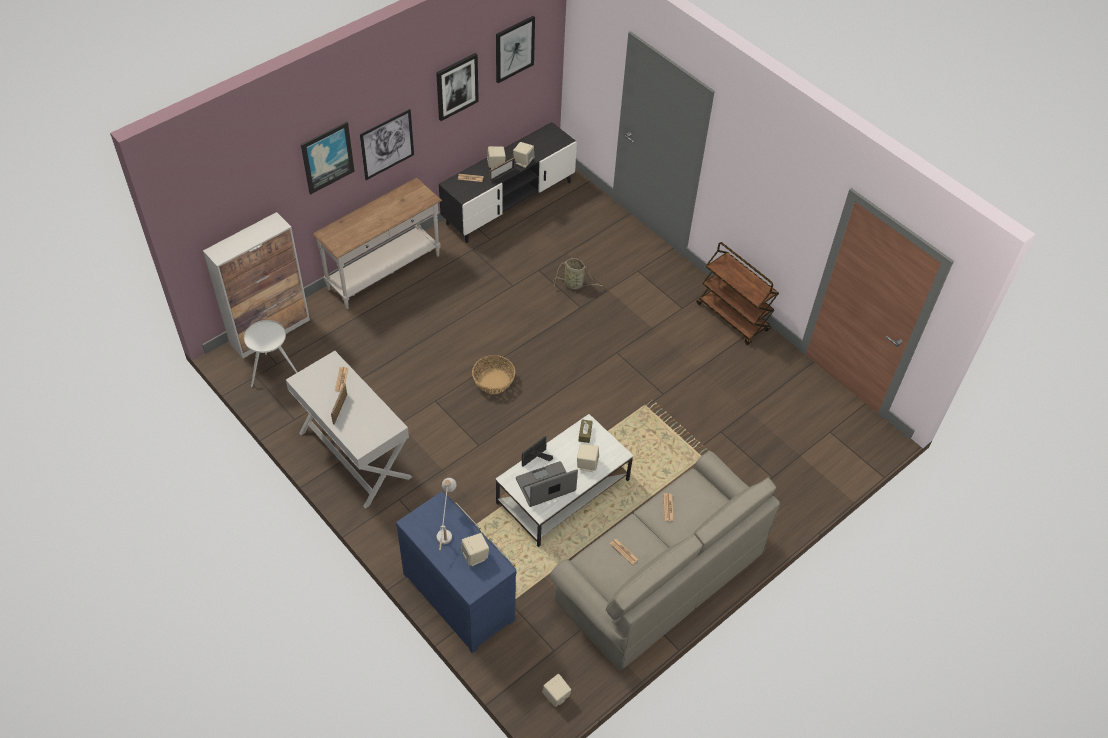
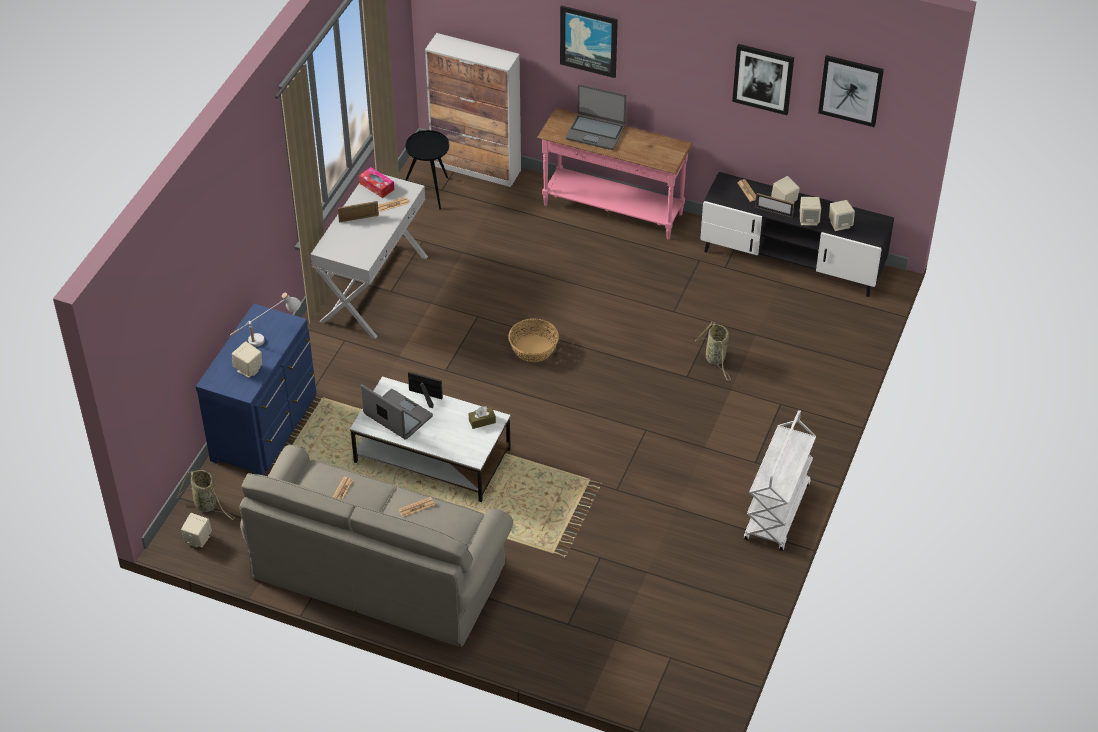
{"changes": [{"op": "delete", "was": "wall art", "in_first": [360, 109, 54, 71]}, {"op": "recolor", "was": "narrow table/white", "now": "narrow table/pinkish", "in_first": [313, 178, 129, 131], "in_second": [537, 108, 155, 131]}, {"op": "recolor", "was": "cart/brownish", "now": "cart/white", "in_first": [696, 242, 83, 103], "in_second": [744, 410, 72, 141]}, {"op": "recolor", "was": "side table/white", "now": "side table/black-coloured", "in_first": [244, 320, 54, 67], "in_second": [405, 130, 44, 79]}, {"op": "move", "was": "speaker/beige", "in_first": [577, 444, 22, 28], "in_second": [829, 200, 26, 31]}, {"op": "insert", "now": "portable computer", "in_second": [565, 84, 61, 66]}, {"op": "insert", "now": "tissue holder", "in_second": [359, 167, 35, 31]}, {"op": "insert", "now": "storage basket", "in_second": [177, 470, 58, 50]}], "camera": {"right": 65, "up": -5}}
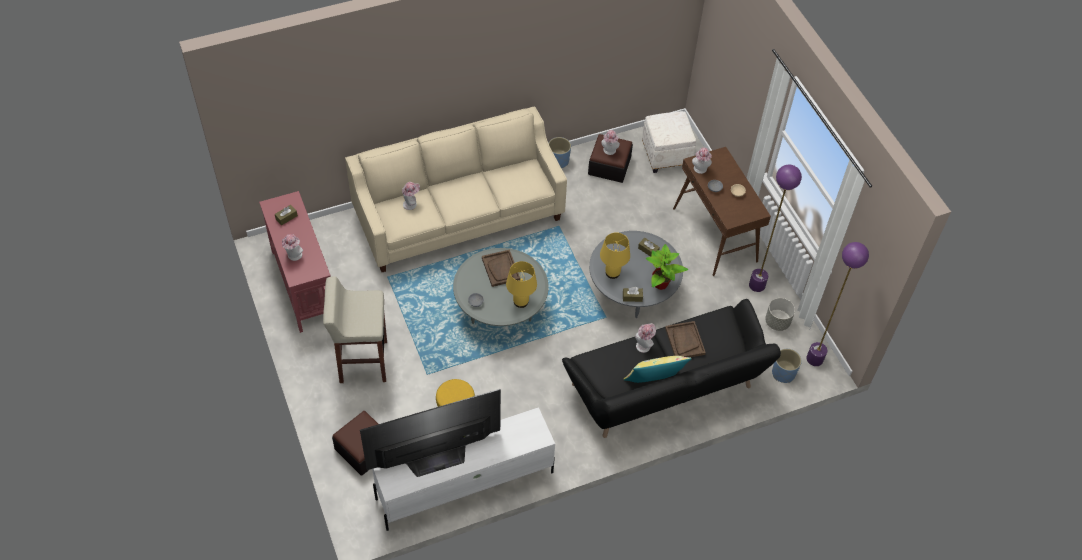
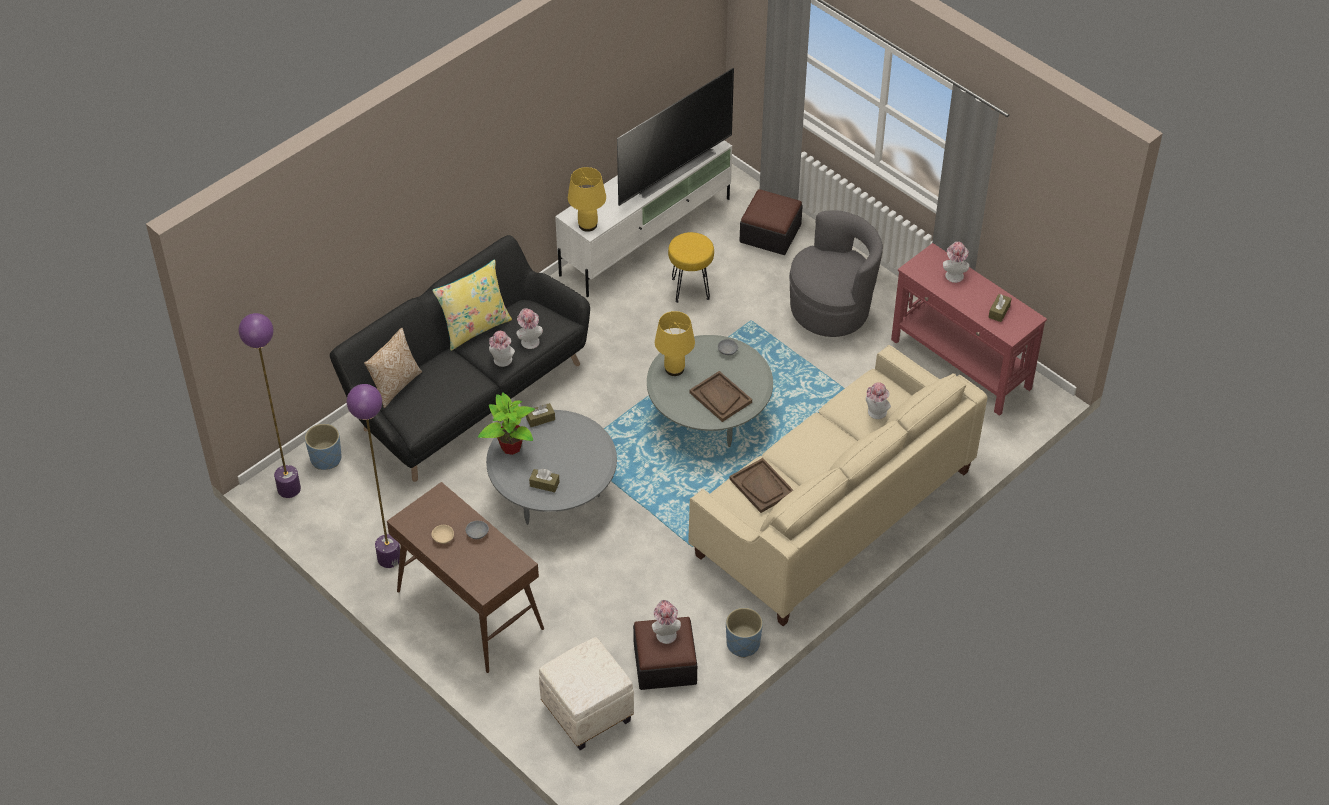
{"changes": [{"op": "move", "was": "clothing hat", "in_first": [692, 148, 20, 26], "in_second": [516, 308, 27, 41]}, {"op": "move", "was": "table lamp/yellow", "in_first": [600, 232, 30, 47], "in_second": [568, 167, 38, 65]}, {"op": "replace", "was": "sitting stool/beige", "now": "armchair/grey", "in_first": [323, 276, 64, 107], "in_second": [789, 210, 94, 127]}, {"op": "delete", "was": "planter/grey", "in_first": [765, 298, 30, 33]}, {"op": "move", "was": "tray/brownish", "in_first": [665, 321, 41, 36], "in_second": [729, 458, 64, 55]}, {"op": "insert", "now": "pillow", "in_second": [364, 328, 58, 80]}], "camera": {"right": 160, "up": -5}}
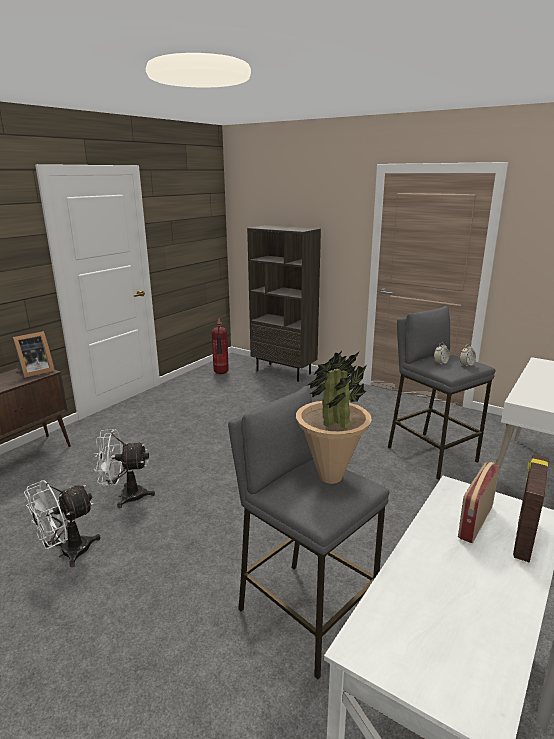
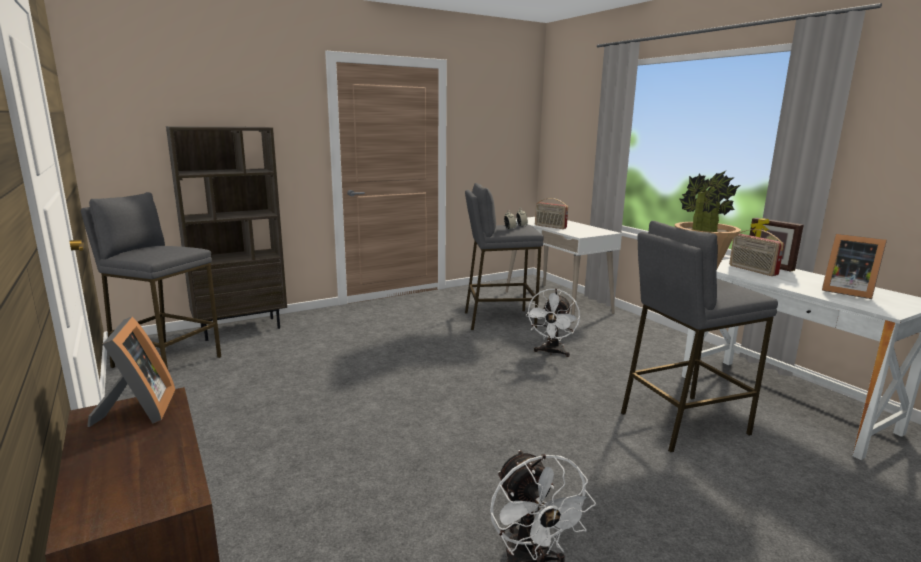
{"changes": [{"op": "replace", "was": "fire-fighting cylinder", "now": "sitting stool/grey", "in_first": [212, 318, 17, 56], "in_second": [81, 192, 140, 177]}, {"op": "move", "was": "cooling fan/white", "in_first": [94, 429, 61, 79], "in_second": [526, 288, 54, 69]}, {"op": "insert", "now": "radio", "in_second": [535, 198, 33, 31]}, {"op": "insert", "now": "standing frame", "in_second": [822, 234, 65, 65]}], "camera": {"right": -65, "up": -5}}
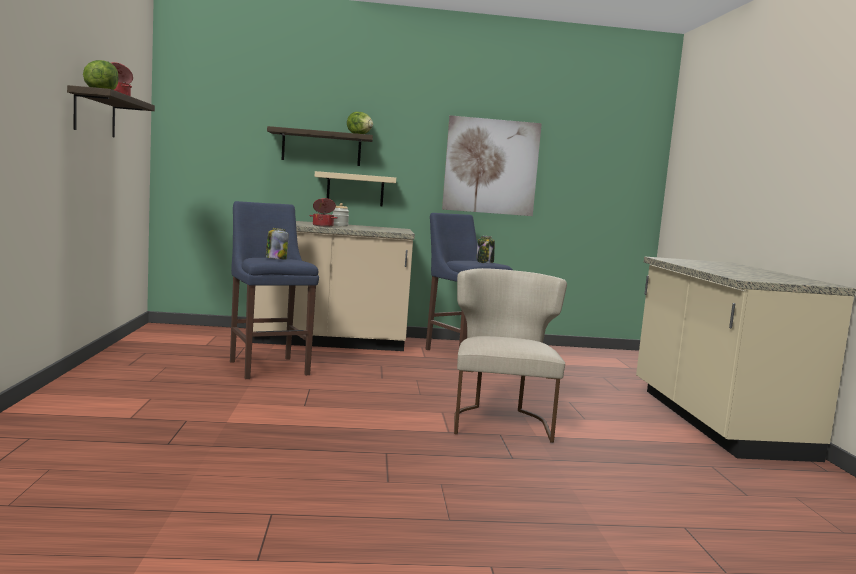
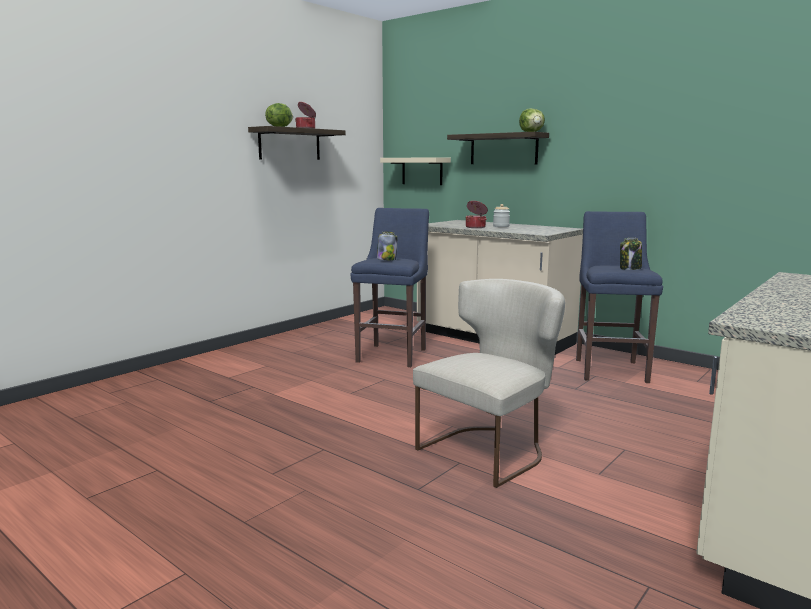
{"changes": [{"op": "delete", "was": "wall art", "in_first": [442, 115, 100, 101]}, {"op": "move", "was": "wall shelf/beige", "in_first": [315, 171, 81, 35], "in_second": [380, 157, 71, 28]}], "camera": {"right": 45, "up": 5}}
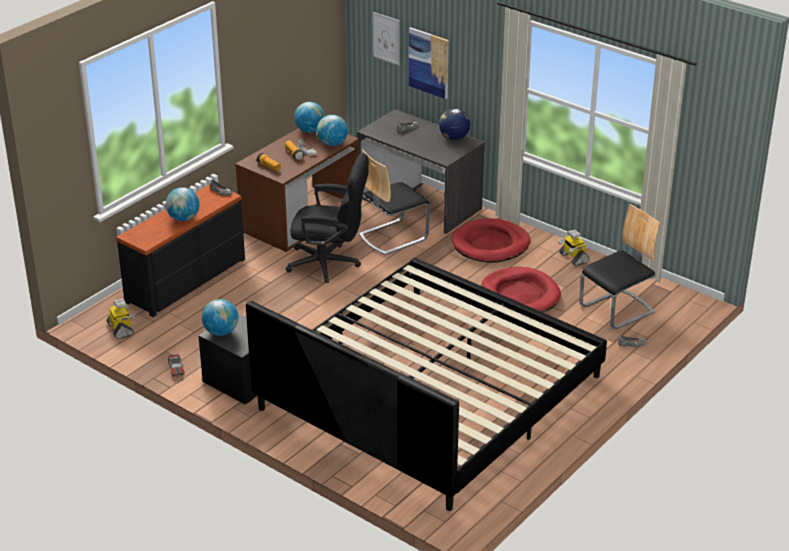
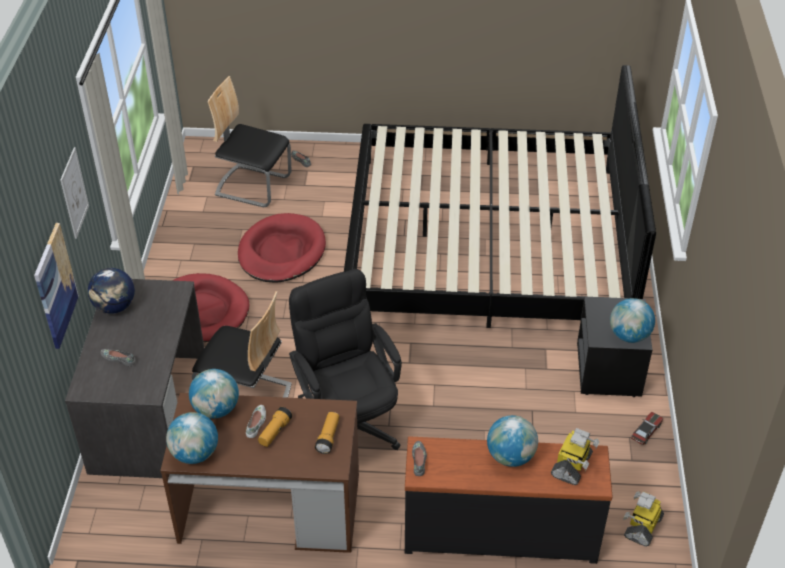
{"changes": [{"op": "move", "was": "wall art", "in_first": [373, 12, 27, 53], "in_second": [60, 147, 29, 92]}, {"op": "move", "was": "model robot", "in_first": [558, 230, 32, 36], "in_second": [551, 428, 49, 57]}], "camera": {"right": -125, "up": 10}}
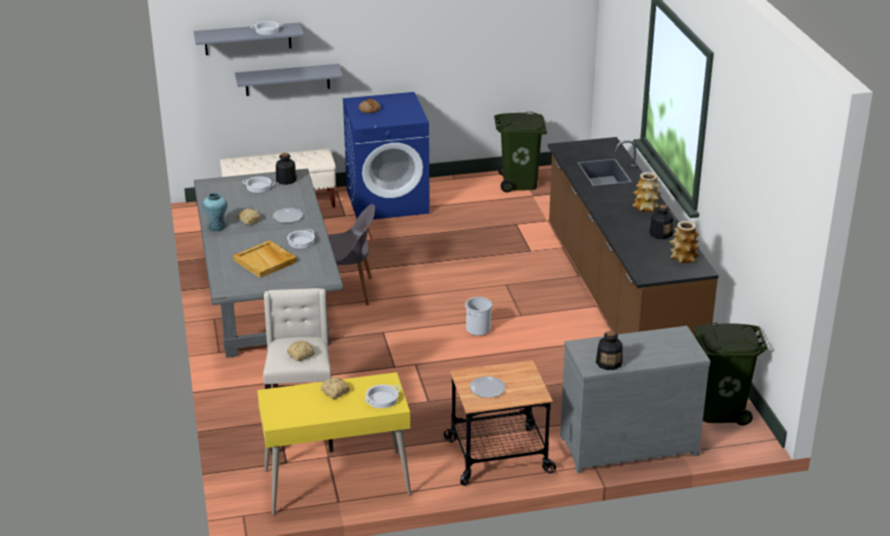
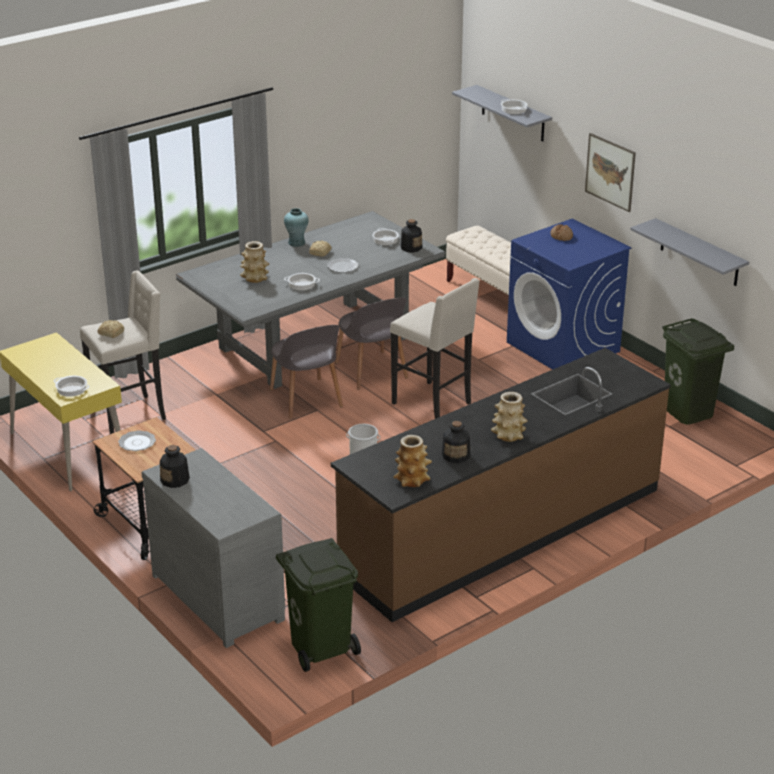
{"changes": [{"op": "move", "was": "wall shelf/grey", "in_first": [235, 64, 108, 32], "in_second": [630, 218, 119, 68]}, {"op": "replace", "was": "tray/beige", "now": "flower vase", "in_first": [233, 240, 64, 38], "in_second": [240, 241, 29, 42]}, {"op": "delete", "was": "baked bread", "in_first": [321, 377, 29, 22]}, {"op": "insert", "now": "wall art", "in_second": [585, 133, 51, 79]}, {"op": "insert", "now": "sitting stool/beige", "in_second": [390, 278, 90, 141]}, {"op": "insert", "now": "upright chair/grey", "in_second": [270, 325, 73, 94]}], "camera": {"right": 65, "up": 0}}
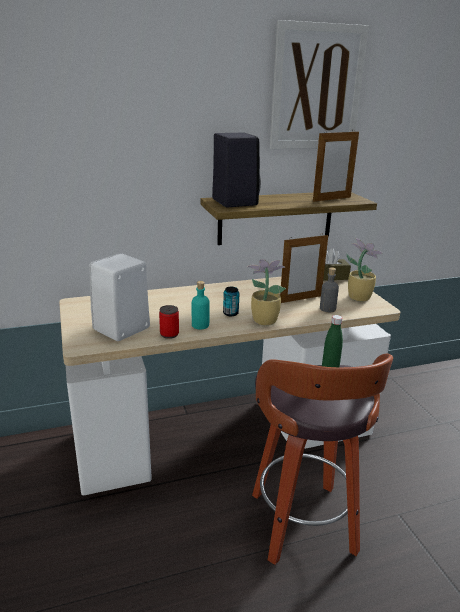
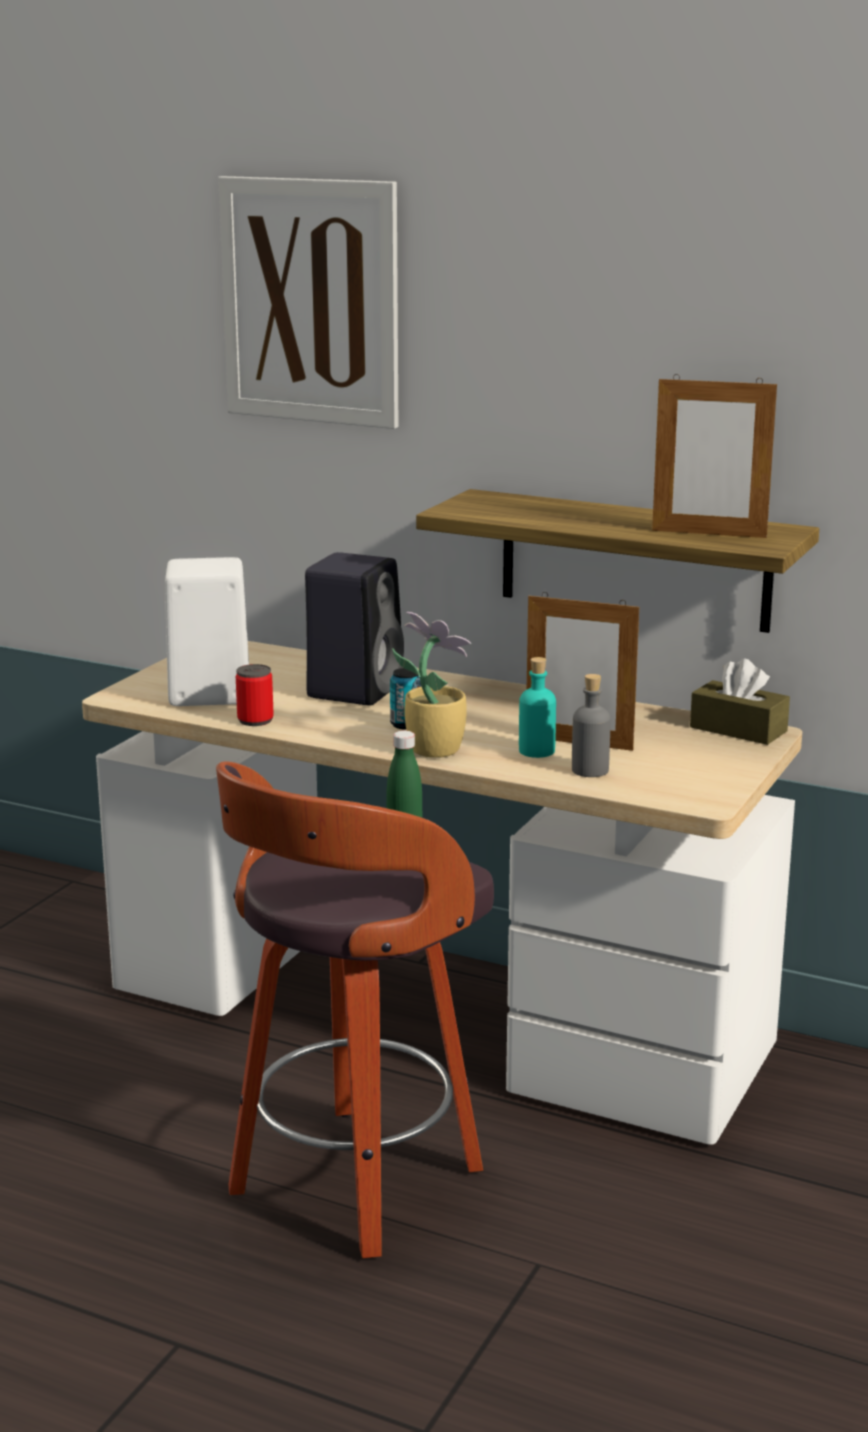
{"changes": [{"op": "move", "was": "wall art", "in_first": [270, 20, 99, 129], "in_second": [218, 176, 180, 253]}, {"op": "move", "was": "speaker/black-coloured", "in_first": [212, 133, 49, 74], "in_second": [305, 552, 99, 154]}, {"op": "delete", "was": "plant in a pot", "in_first": [346, 238, 37, 63]}, {"op": "move", "was": "beverage bottle/blue-green", "in_first": [192, 281, 18, 48], "in_second": [519, 657, 37, 101]}], "camera": {"right": 45, "up": -5}}
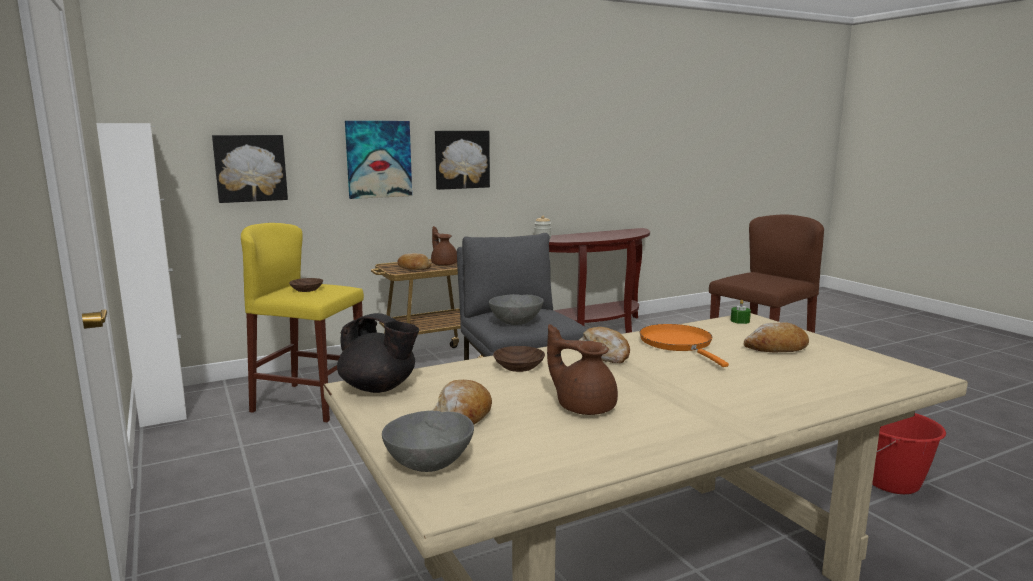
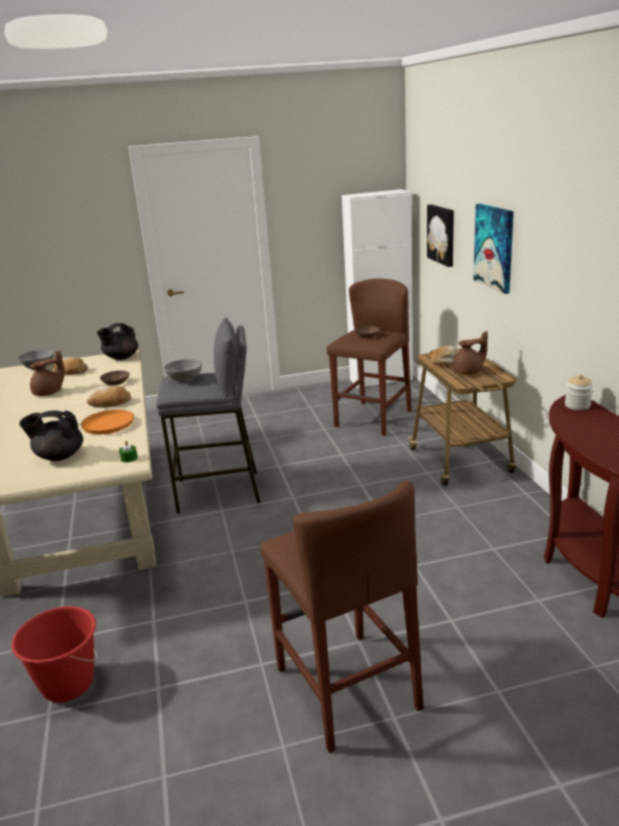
{"changes": [{"op": "delete", "was": "wall art", "in_first": [435, 131, 55, 59]}, {"op": "recolor", "was": "sitting stool/yellow", "now": "sitting stool/brownish", "in_first": [241, 223, 123, 199], "in_second": [327, 278, 84, 158]}, {"op": "replace", "was": "baked bread", "now": "tea pot/black-coloured", "in_first": [744, 322, 65, 30], "in_second": [19, 411, 64, 50]}], "camera": {"right": 105, "up": 10}}
